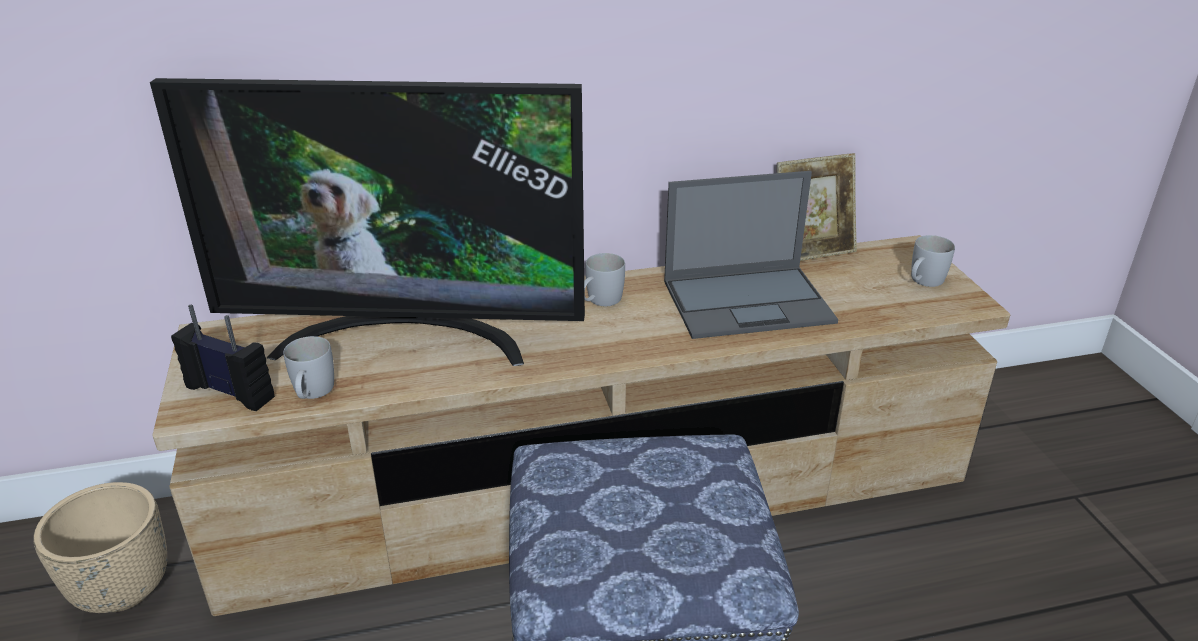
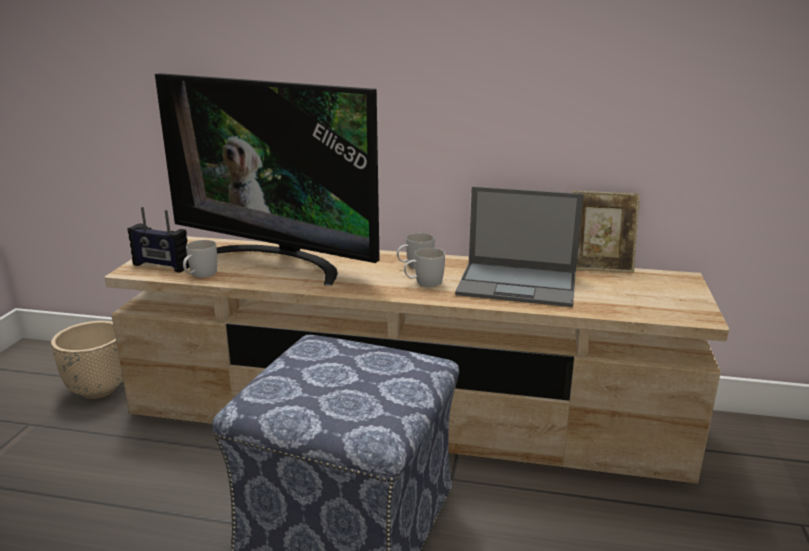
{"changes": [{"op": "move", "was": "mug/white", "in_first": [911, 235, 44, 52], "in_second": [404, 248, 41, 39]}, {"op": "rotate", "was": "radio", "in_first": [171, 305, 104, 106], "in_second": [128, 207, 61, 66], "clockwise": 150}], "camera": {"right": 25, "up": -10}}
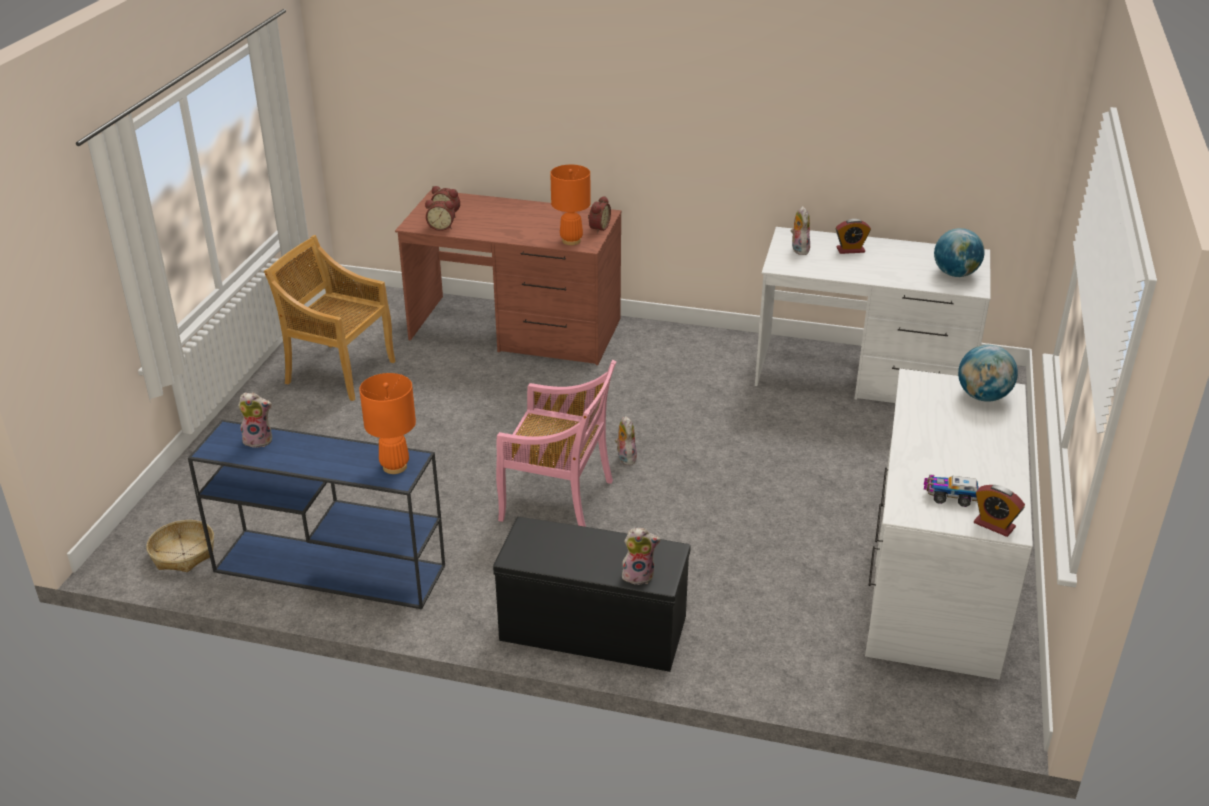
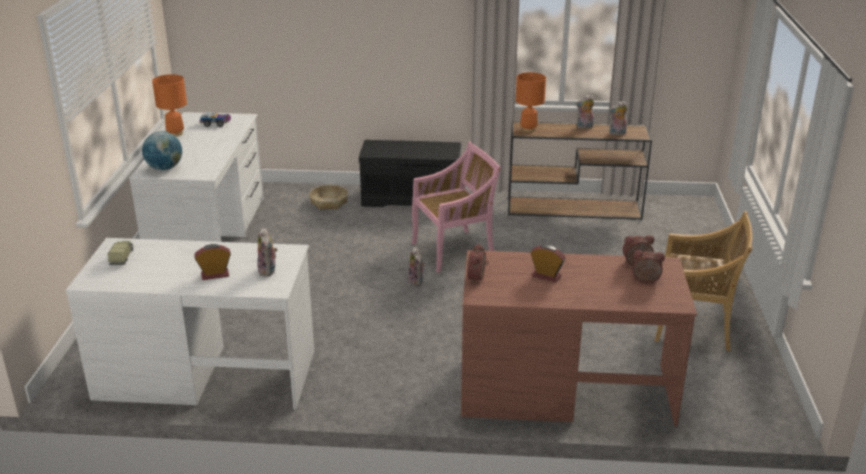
{"changes": [{"op": "move", "was": "table lamp/orangey", "in_first": [550, 165, 41, 80], "in_second": [152, 74, 35, 63]}, {"op": "replace", "was": "desk globe", "now": "model truck", "in_first": [934, 228, 51, 49], "in_second": [107, 241, 27, 24]}, {"op": "rotate", "was": "upright chair/pinkish", "in_first": [496, 360, 120, 167], "in_second": [412, 142, 89, 131], "clockwise": 150}, {"op": "recolor", "was": "narrow table/blue", "now": "narrow table/brownish", "in_first": [188, 420, 257, 189], "in_second": [508, 121, 144, 99]}, {"op": "move", "was": "table clock", "in_first": [974, 485, 51, 52], "in_second": [531, 245, 35, 37]}, {"op": "move", "was": "storage basket", "in_first": [146, 520, 68, 52], "in_second": [309, 185, 39, 25]}, {"op": "move", "was": "cuddly toy", "in_first": [622, 528, 39, 57], "in_second": [576, 95, 18, 34]}], "camera": {"right": 170, "up": -5}}
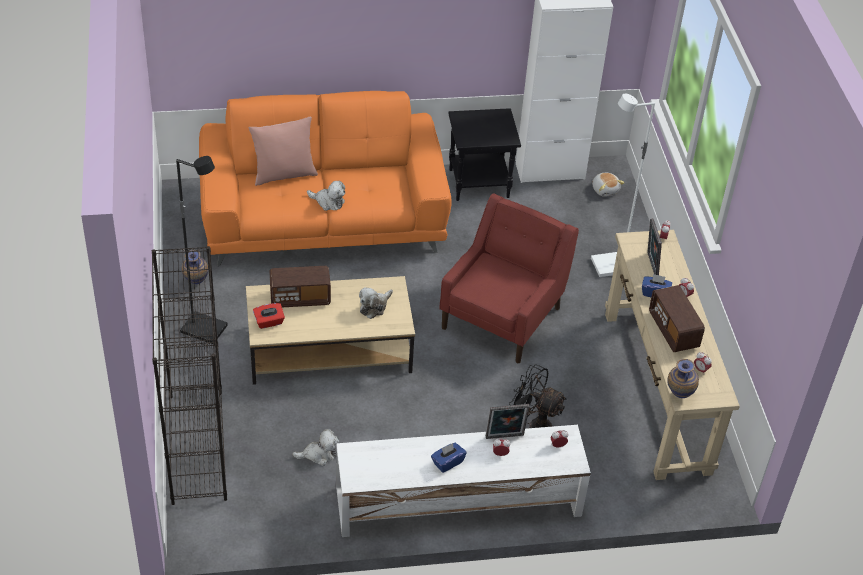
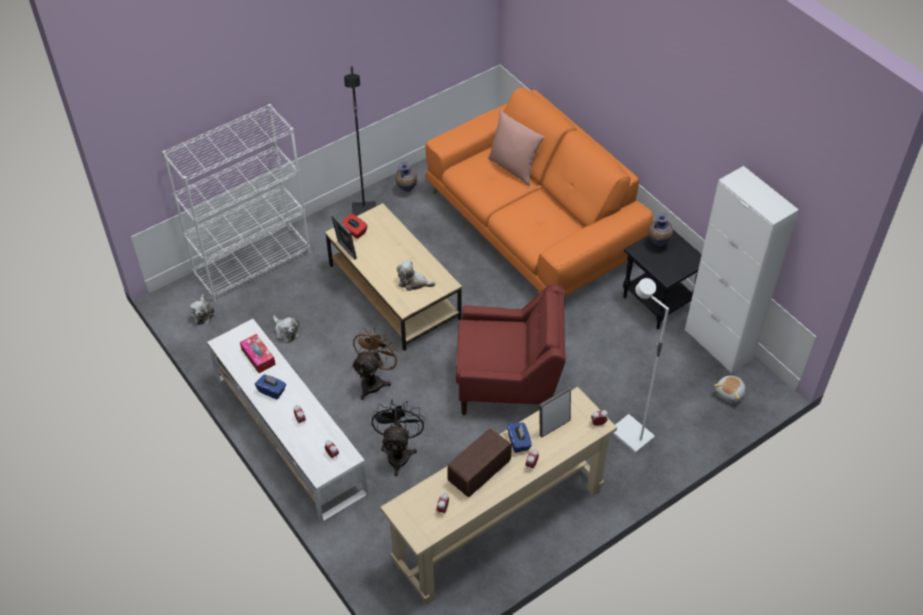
{"changes": [{"op": "move", "was": "cuddly toy", "in_first": [307, 181, 38, 30], "in_second": [190, 294, 24, 31]}, {"op": "recolor", "was": "bookshelf/black-coloured", "now": "bookshelf/white", "in_first": [152, 246, 75, 259], "in_second": [162, 104, 149, 197]}, {"op": "delete", "was": "radio", "in_first": [270, 266, 61, 41]}, {"op": "move", "was": "flower vase", "in_first": [668, 359, 31, 39], "in_second": [648, 212, 25, 35]}, {"op": "move", "was": "standing frame", "in_first": [486, 404, 44, 35], "in_second": [331, 214, 26, 46]}, {"op": "insert", "now": "cooling fan/brownish", "in_second": [351, 327, 51, 73]}, {"op": "insert", "now": "tissue holder", "in_second": [240, 334, 36, 39]}], "camera": {"right": 65, "up": 5}}
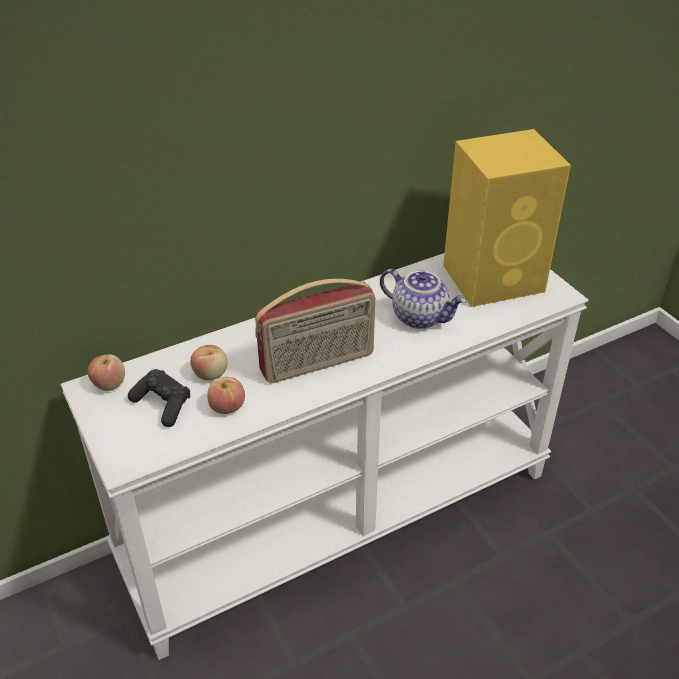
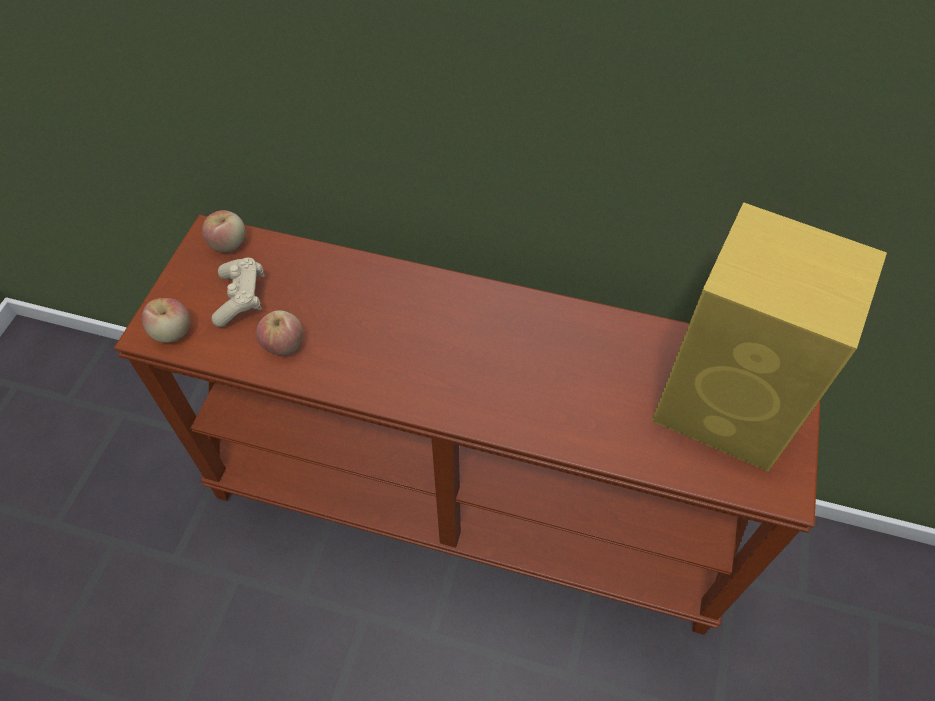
{"changes": [{"op": "recolor", "was": "narrow table/white", "now": "narrow table/brownish", "in_first": [61, 253, 528, 407], "in_second": [114, 215, 707, 420]}, {"op": "delete", "was": "tea pot", "in_first": [380, 269, 86, 60]}, {"op": "delete", "was": "radio", "in_first": [255, 279, 120, 105]}, {"op": "move", "was": "whole apple", "in_first": [190, 345, 37, 36], "in_second": [142, 298, 48, 45]}, {"op": "recolor", "was": "gamepad/black-coloured", "now": "gamepad/beige", "in_first": [128, 369, 62, 58], "in_second": [211, 257, 53, 70]}], "camera": {"right": 45, "up": 15}}
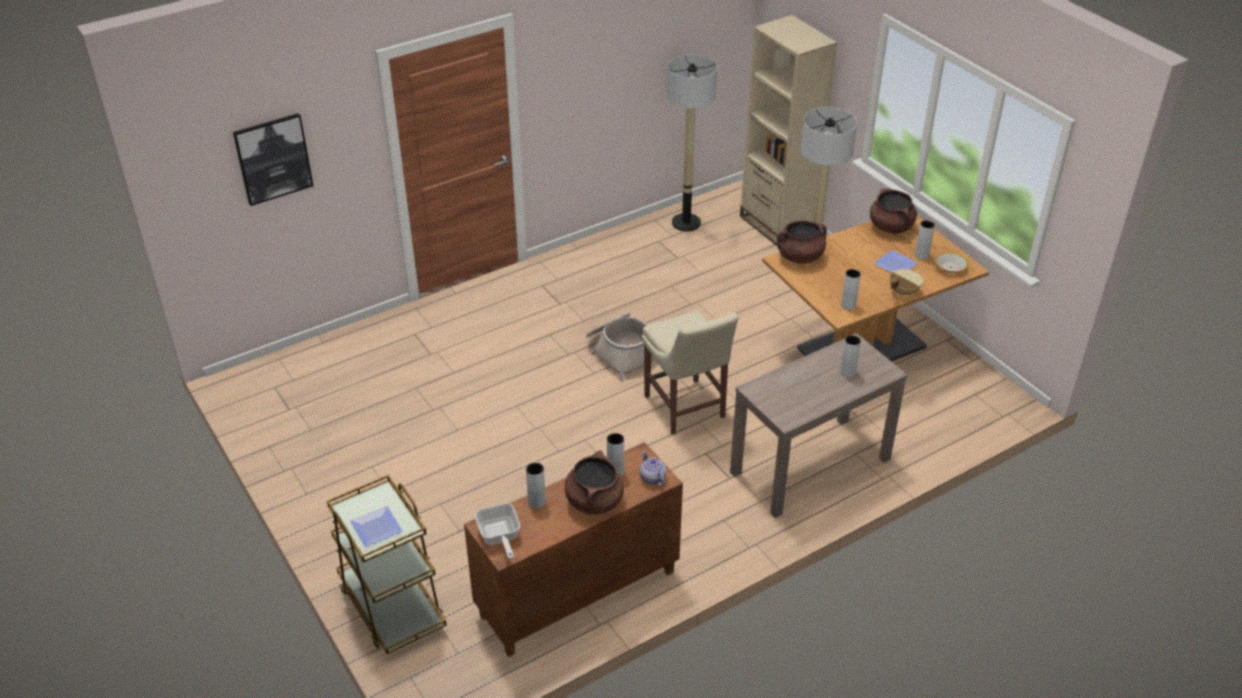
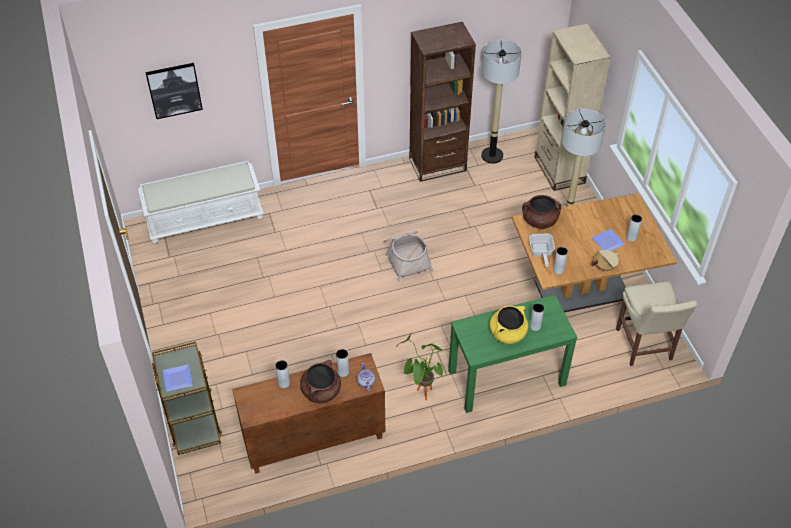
{"changes": [{"op": "delete", "was": "saucepot/brownish", "in_first": [870, 188, 47, 46]}, {"op": "delete", "was": "serving bowl", "in_first": [935, 253, 33, 20]}, {"op": "move", "was": "upright chair/beige", "in_first": [642, 311, 96, 124], "in_second": [616, 281, 81, 85]}, {"op": "recolor", "was": "narrow table/brownish", "now": "narrow table/greenish", "in_first": [730, 333, 178, 185], "in_second": [448, 295, 130, 118]}, {"op": "move", "was": "skillet", "in_first": [475, 503, 45, 56], "in_second": [529, 233, 26, 34]}, {"op": "insert", "now": "bookshelf/brownish", "in_second": [409, 22, 67, 160]}, {"op": "insert", "now": "indoor bench/white", "in_second": [138, 161, 126, 83]}, {"op": "insert", "now": "saucepot/yellow", "in_second": [490, 306, 38, 38]}, {"op": "insert", "now": "plant in a pot", "in_second": [396, 333, 47, 67]}], "camera": {"right": 15, "up": 10}}
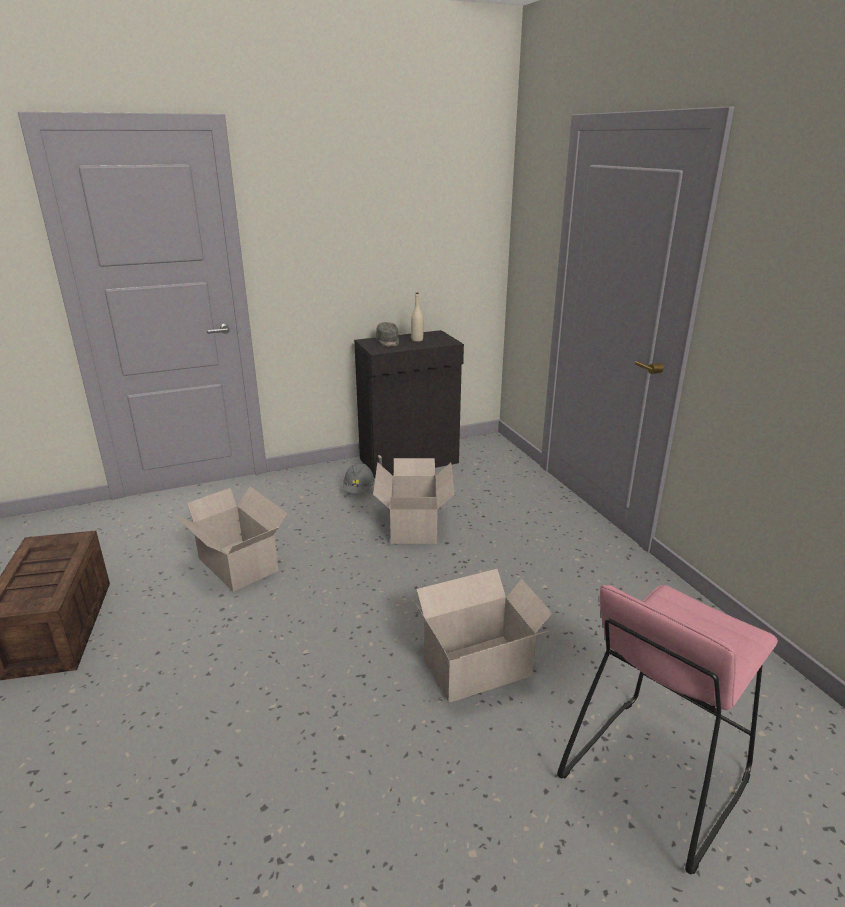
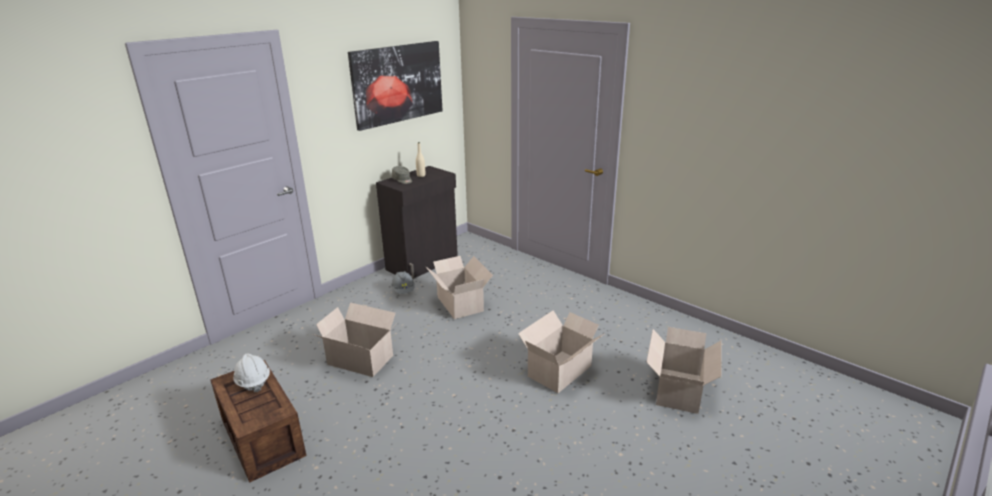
{"changes": [{"op": "replace", "was": "sitting stool/pinkish", "now": "cardboard box", "in_first": [557, 585, 221, 289], "in_second": [647, 327, 74, 87]}, {"op": "insert", "now": "wall art", "in_second": [348, 41, 95, 90]}, {"op": "insert", "now": "hard hat/white", "in_second": [234, 353, 36, 39]}], "camera": {"right": -25, "up": 0}}
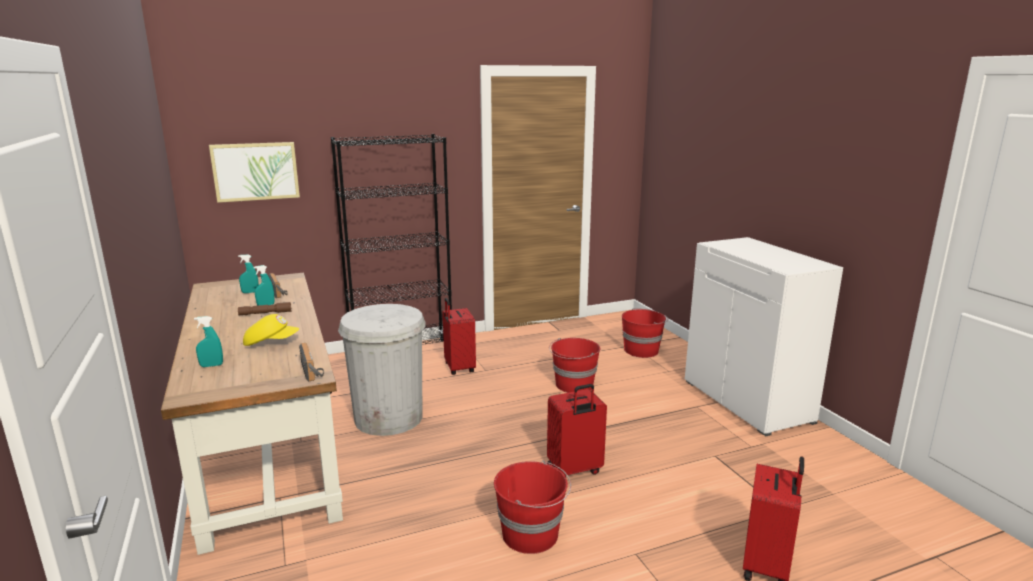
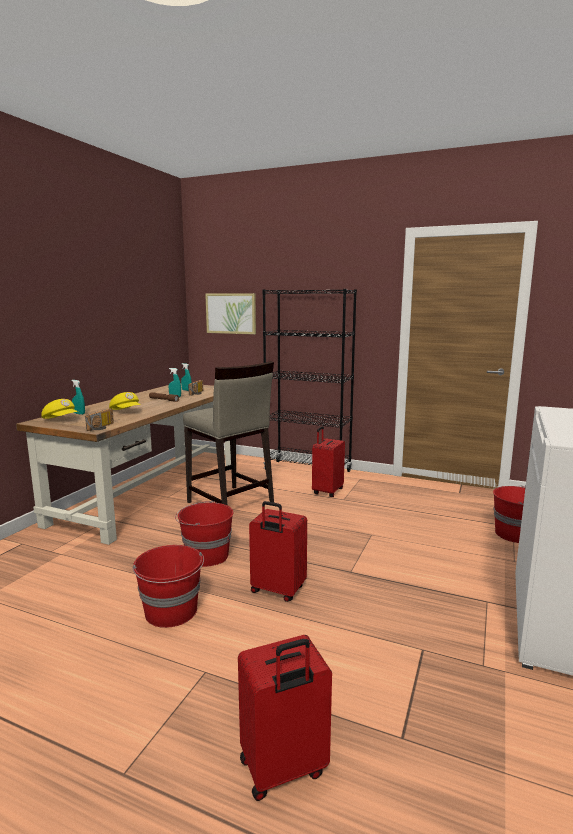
{"changes": [{"op": "replace", "was": "rubbish bin/white", "now": "sitting stool/beige", "in_first": [338, 304, 87, 132], "in_second": [183, 361, 91, 144]}, {"op": "move", "was": "water bucket/red", "in_first": [549, 338, 51, 55], "in_second": [175, 501, 58, 66]}, {"op": "insert", "now": "baseball cap/yellow", "in_second": [41, 399, 37, 20]}], "camera": {"right": 45, "up": -5}}
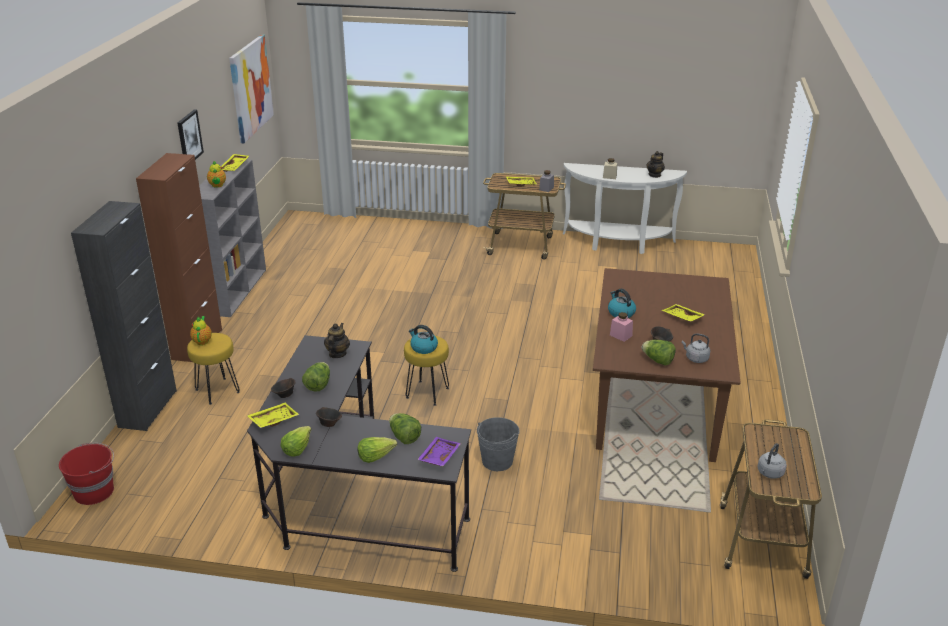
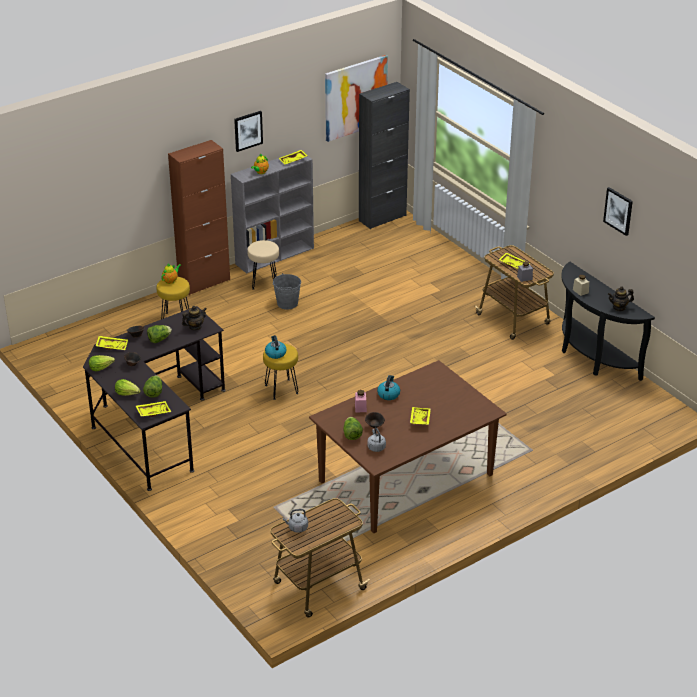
{"changes": [{"op": "recolor", "was": "narrow table/white", "now": "narrow table/black-coloured", "in_first": [563, 163, 124, 91], "in_second": [561, 262, 94, 119]}, {"op": "move", "was": "storage cabinet/black-coloured", "in_first": [71, 201, 106, 230], "in_second": [359, 82, 51, 147]}, {"op": "move", "was": "water bucket/grey", "in_first": [477, 417, 43, 54], "in_second": [273, 273, 28, 37]}, {"op": "recolor", "was": "tray/purple", "now": "tray/yellow", "in_first": [417, 437, 44, 29], "in_second": [136, 401, 35, 16]}, {"op": "delete", "was": "water bucket/red", "in_first": [59, 443, 55, 62]}, {"op": "insert", "now": "wall art", "in_second": [603, 187, 30, 49]}, {"op": "insert", "now": "sitting stool/beige", "in_second": [247, 240, 32, 50]}], "camera": {"right": 45, "up": 5}}
